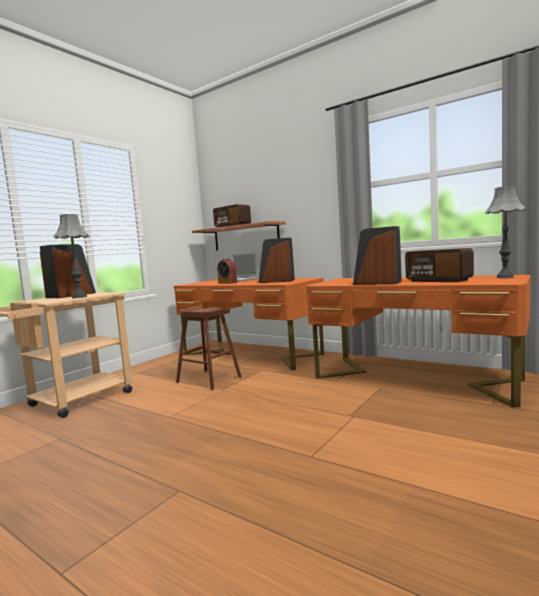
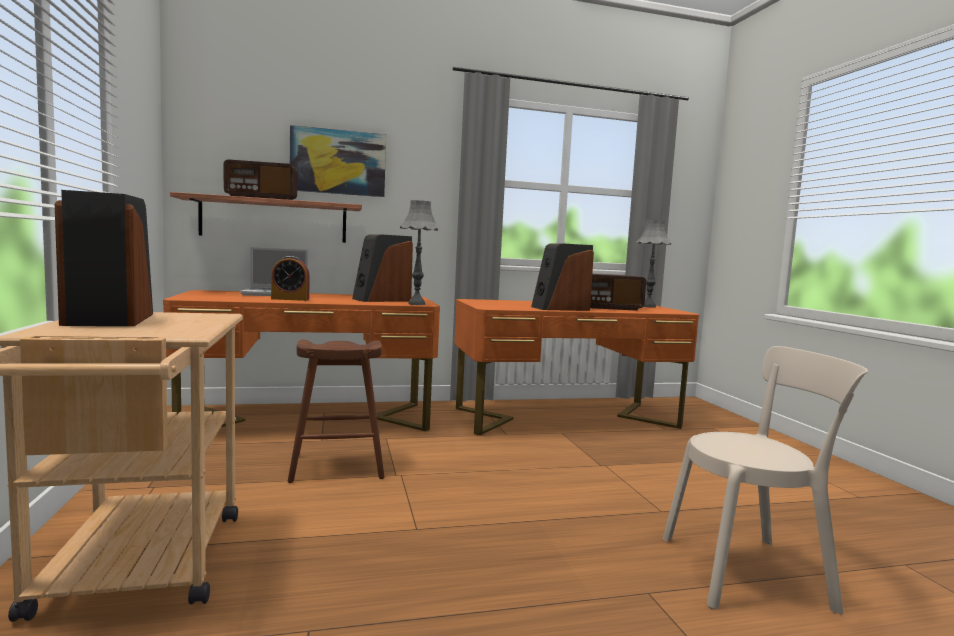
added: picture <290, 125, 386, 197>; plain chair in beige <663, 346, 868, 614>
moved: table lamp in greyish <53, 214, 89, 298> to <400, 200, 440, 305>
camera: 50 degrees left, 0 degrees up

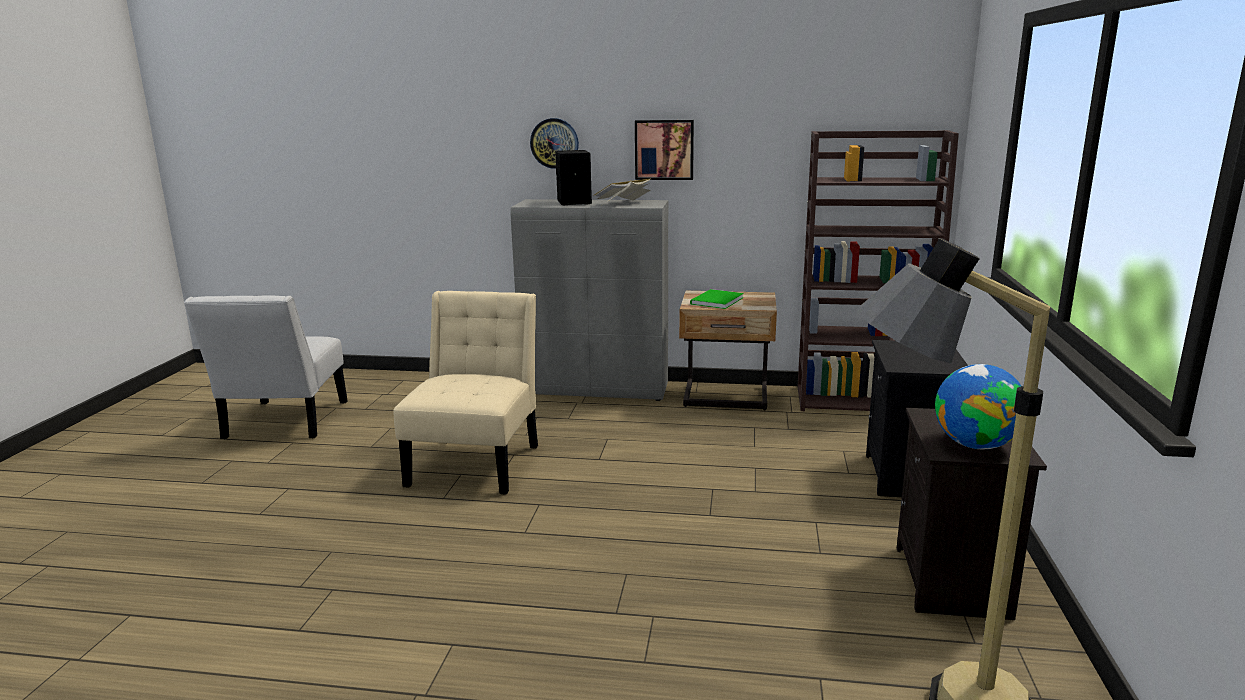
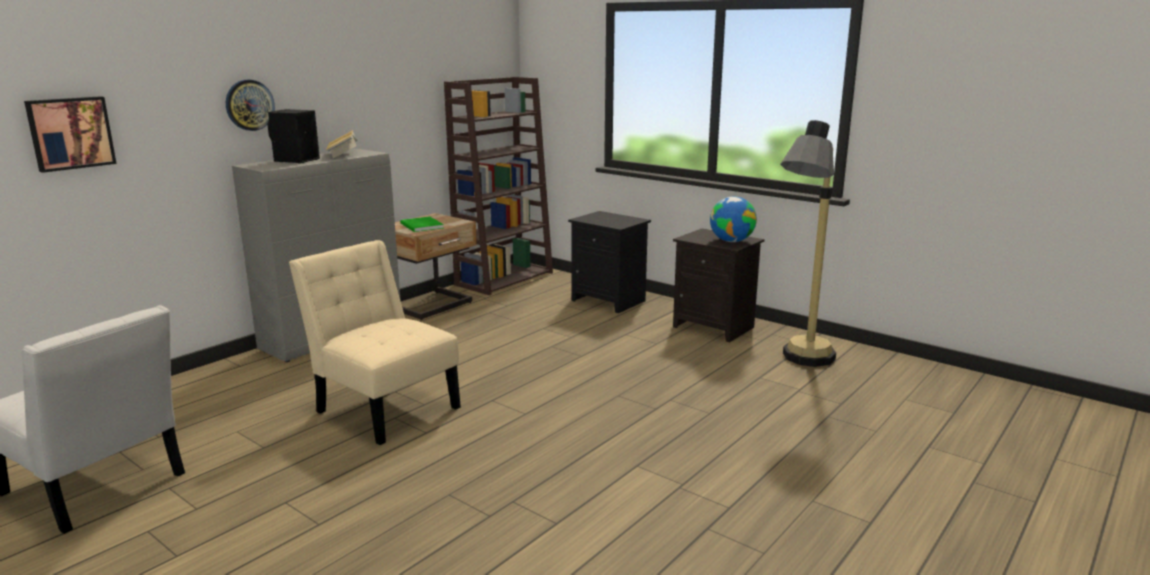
moved: picture <635, 120, 694, 180> to <24, 96, 117, 173>
camera: 60 degrees left, 0 degrees up

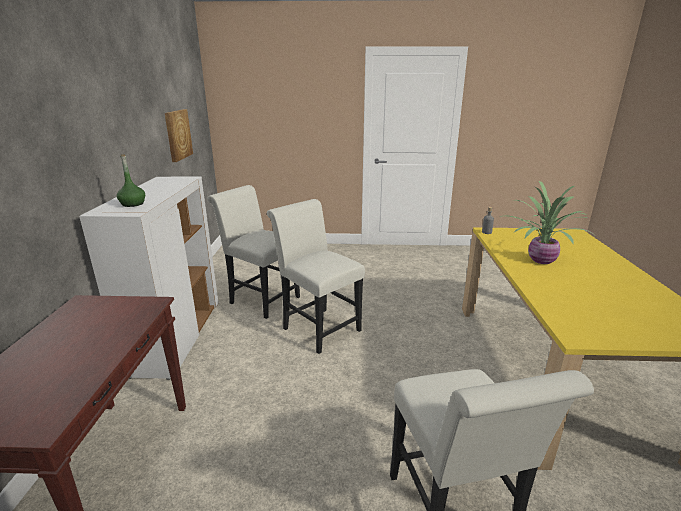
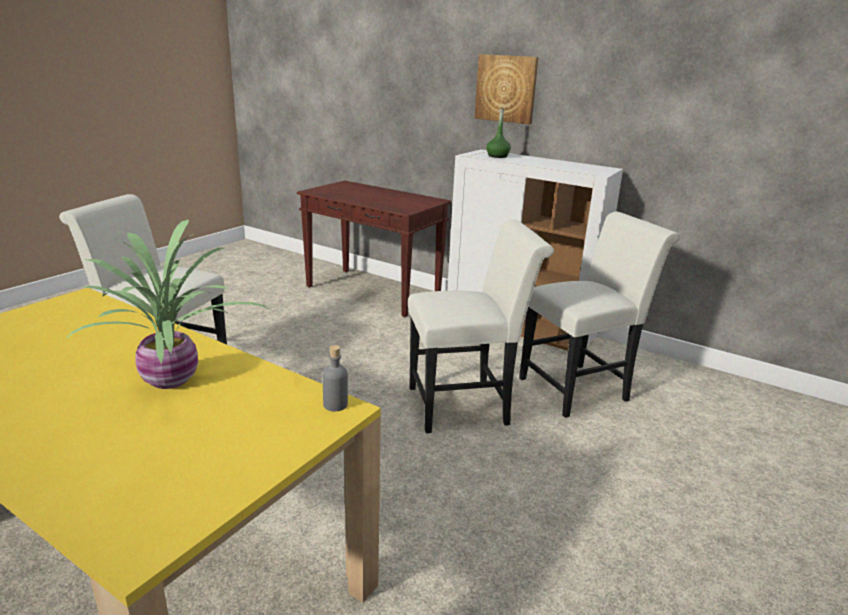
moved: picture <165, 109, 193, 162> to <475, 54, 539, 124>
camera: 120 degrees right, 0 degrees up

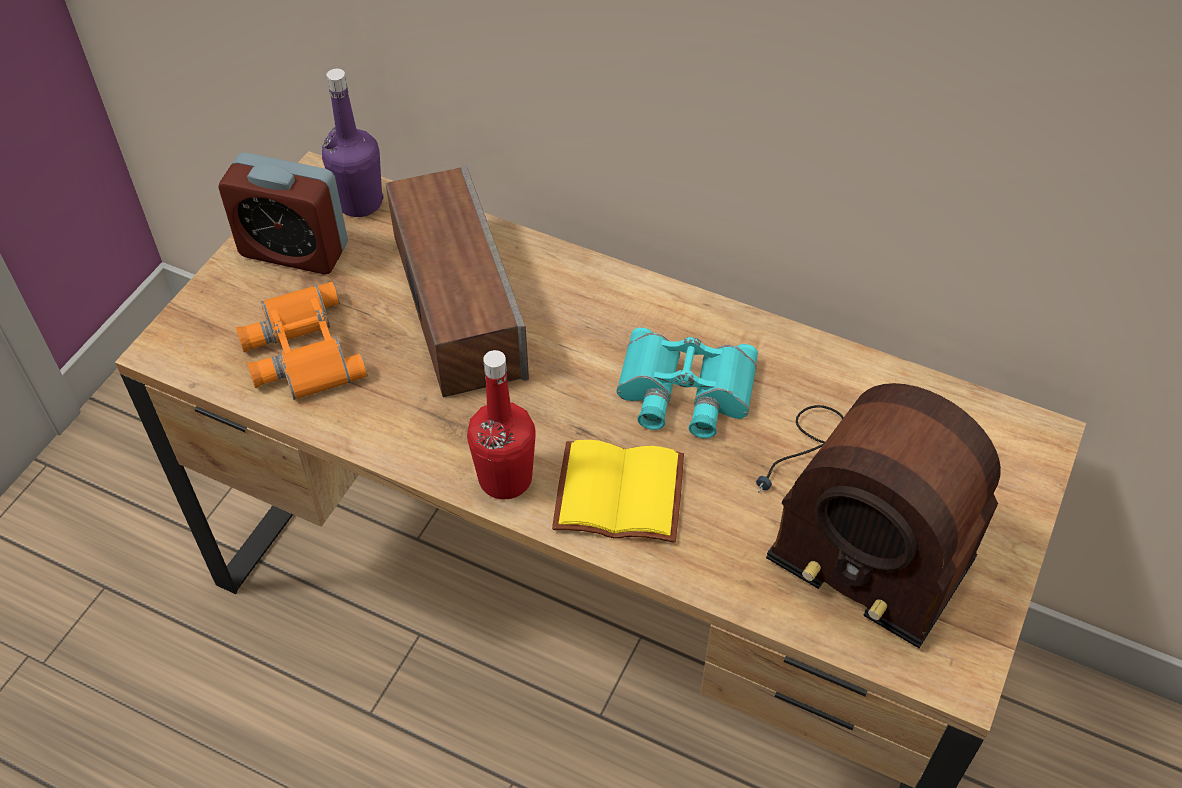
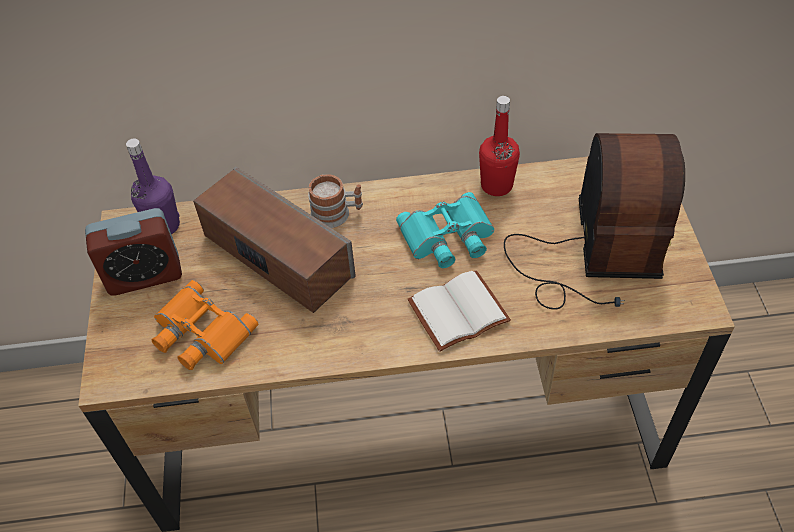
added: coffee mug <308, 174, 363, 228>
moved: bottle in red-coloured <467, 350, 536, 499> to <479, 96, 520, 196>
recoloured: book in yellowish <552, 440, 684, 543> to book in white-coloured <407, 270, 511, 352>
turned: radio set <756, 383, 1001, 648> = <504, 133, 685, 310> 90 degrees counterclockwise
camera: 30 degrees left, 0 degrees up

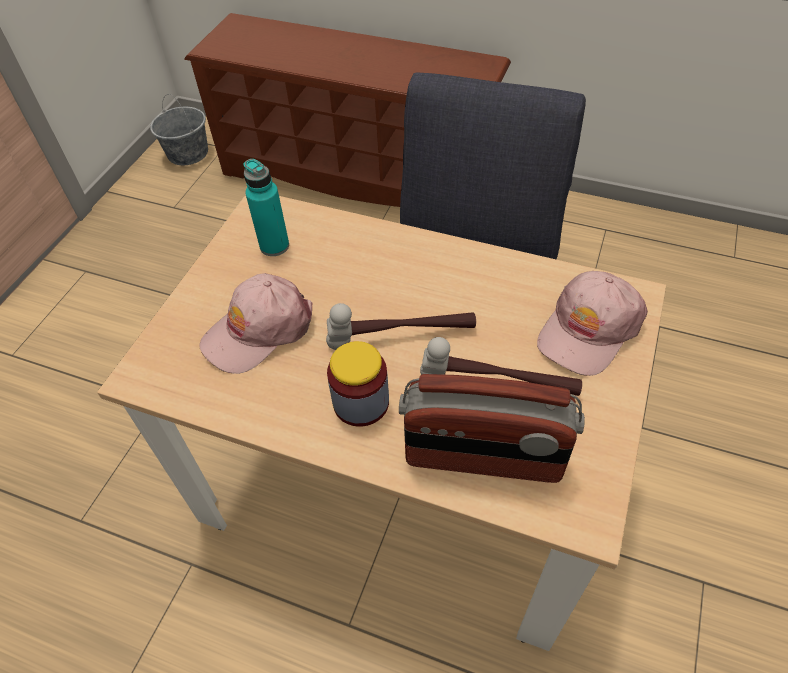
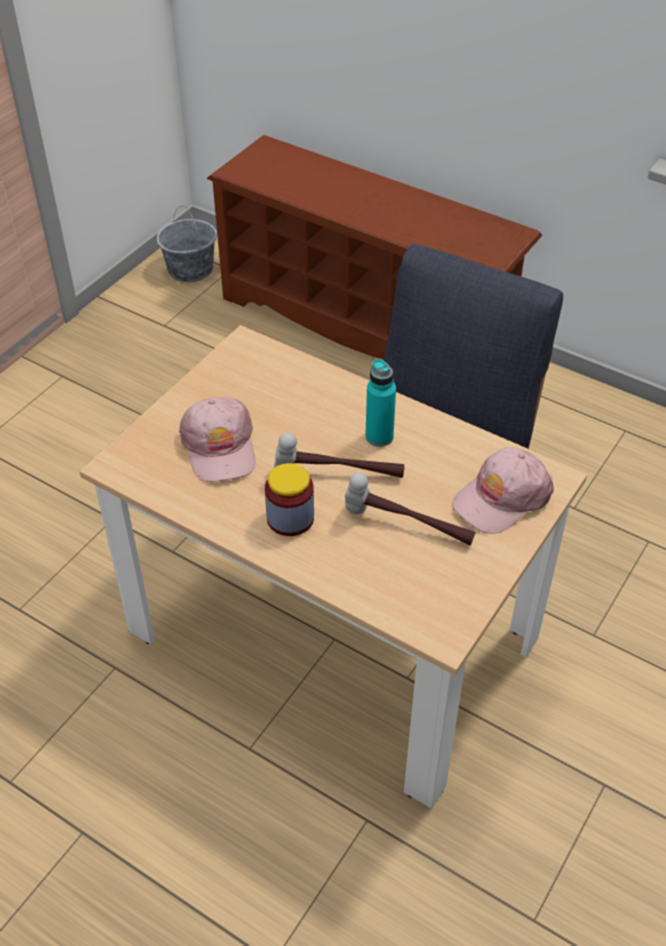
removed: radio set <399, 374, 585, 483>
moved: bottle in blue-green <244, 159, 289, 256> to <365, 359, 396, 447>
turned: baseball cap in pinkish <200, 273, 312, 374> = <179, 397, 255, 482> 75 degrees counterclockwise
camera: 10 degrees right, 5 degrees down

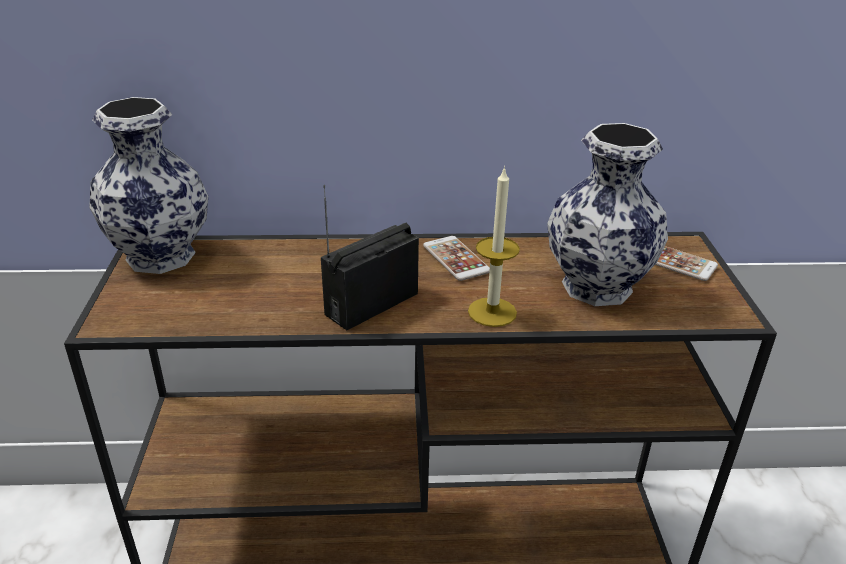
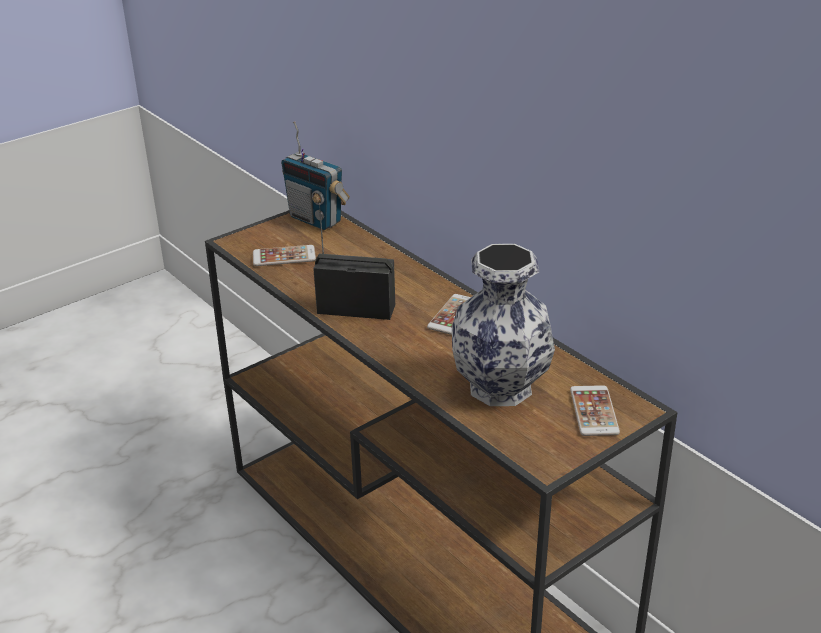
removed: candle <468, 166, 520, 327>
added: phone <253, 245, 316, 266>
replaced: vase <89, 97, 208, 274> to radio set <281, 121, 350, 230>
camera: 55 degrees right, 0 degrees up

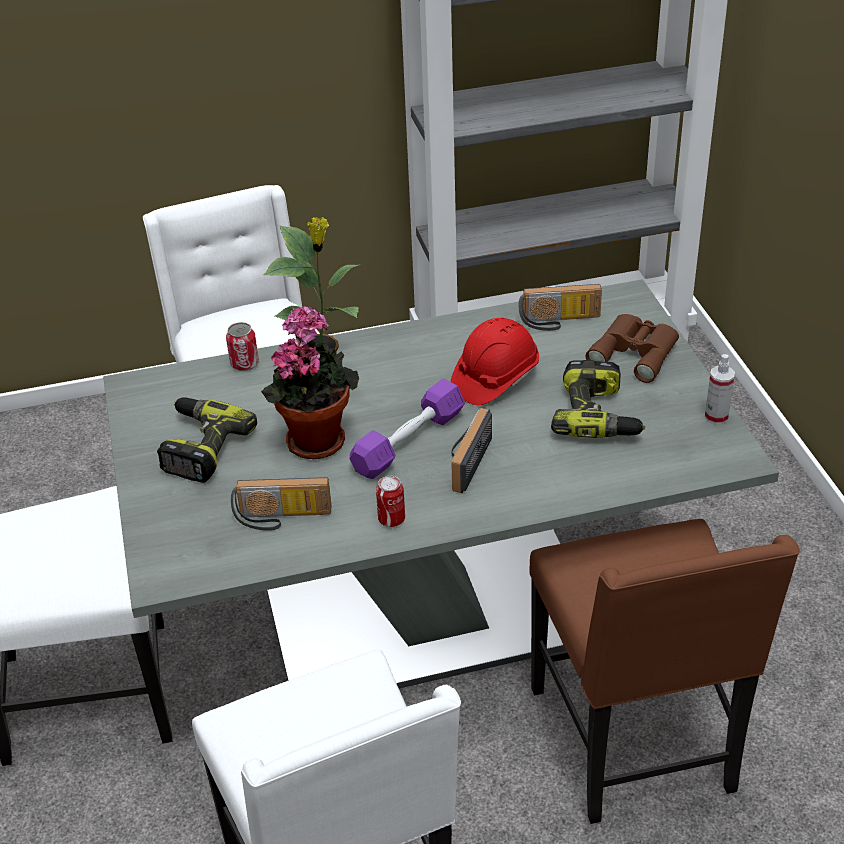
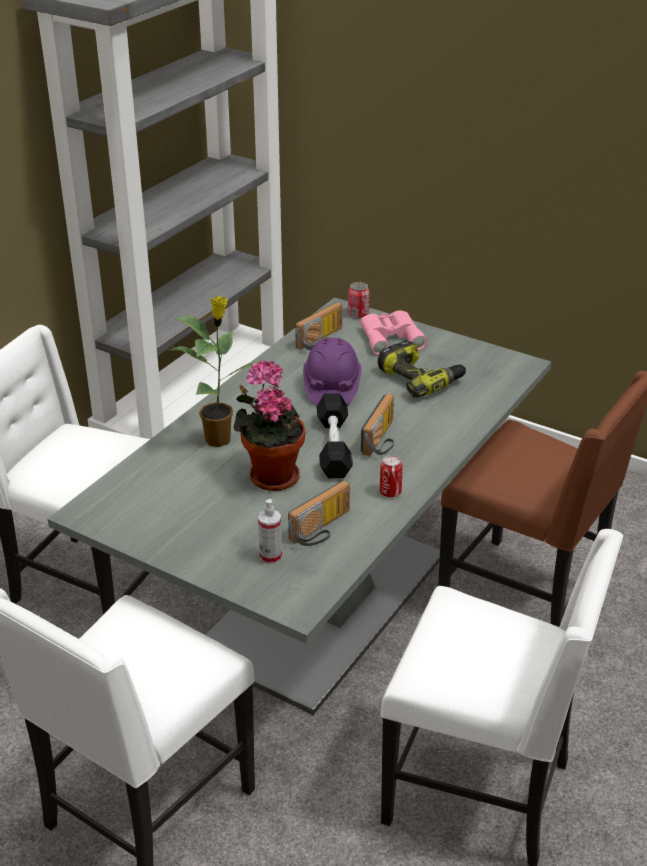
removed: drill <157, 397, 257, 483>
moved: sprayer <704, 354, 735, 425> to <258, 499, 282, 564>; can <226, 322, 259, 371> to <348, 282, 370, 319>
recoloured: safety helmet in red-coloured <450, 318, 539, 405> to safety helmet in purple-coloured <303, 338, 361, 406>; free weight in purple-coloured <350, 379, 465, 479> to free weight in blackish <317, 393, 353, 478>; pair of binoculars in brownish <586, 314, 679, 383> to pair of binoculars in pinkish <360, 310, 427, 355>
turned: radio set <451, 408, 492, 493> = <361, 393, 394, 456> 135 degrees counterclockwise
camera: 45 degrees left, 5 degrees down

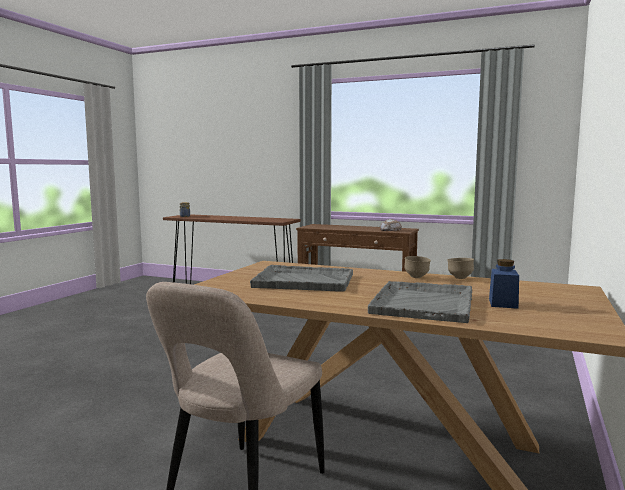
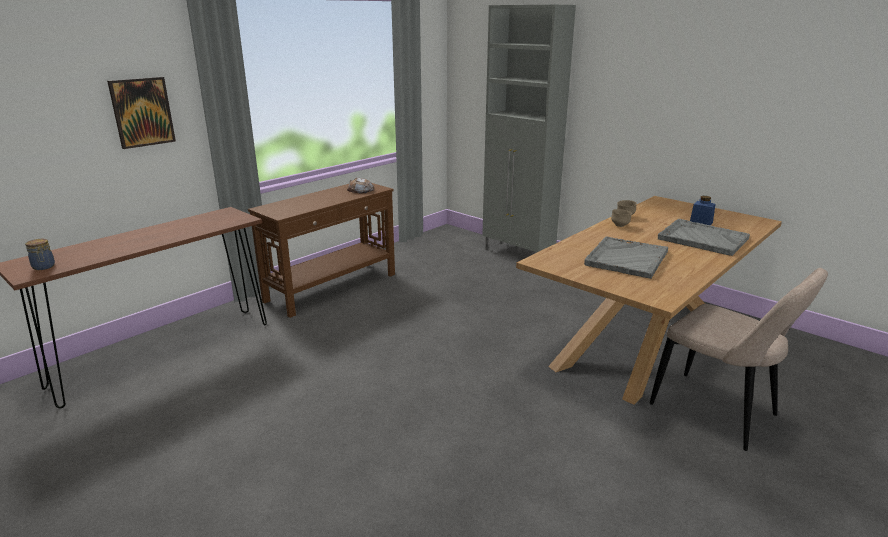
added: picture <107, 77, 176, 149>; storage cabinet in greyish <482, 5, 576, 253>
camera: 70 degrees left, 15 degrees up

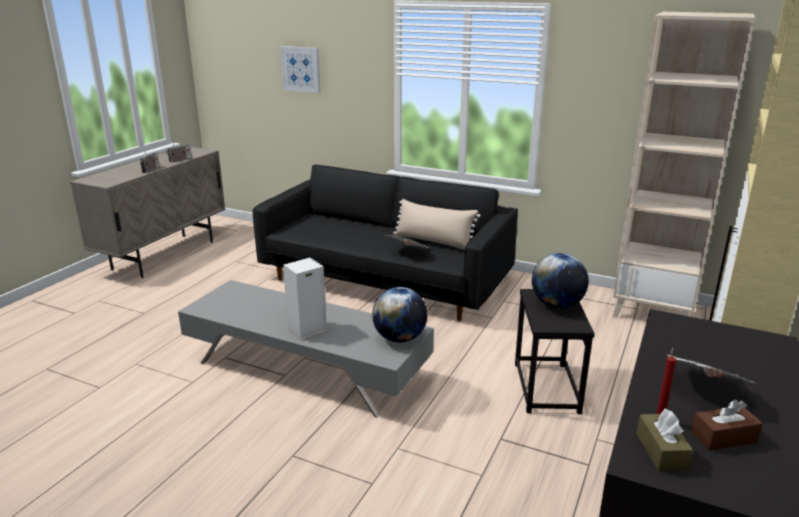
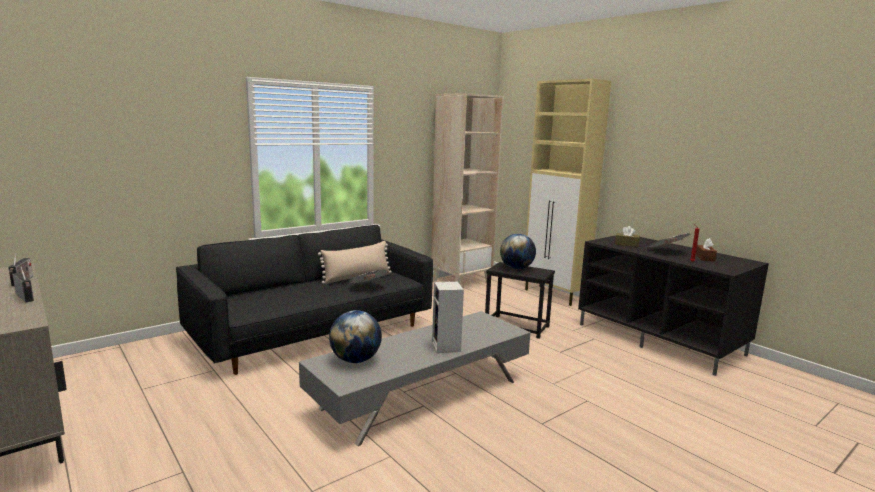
removed: picture <280, 46, 320, 93>
moved: globe <372, 287, 427, 343> to <329, 310, 382, 363>; tissue box in brownish <636, 408, 693, 471> to <615, 226, 640, 247>
camera: 65 degrees left, 10 degrees down

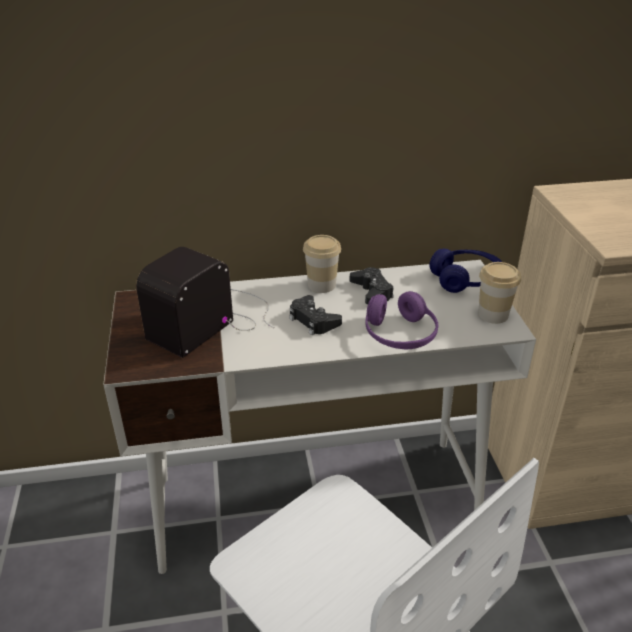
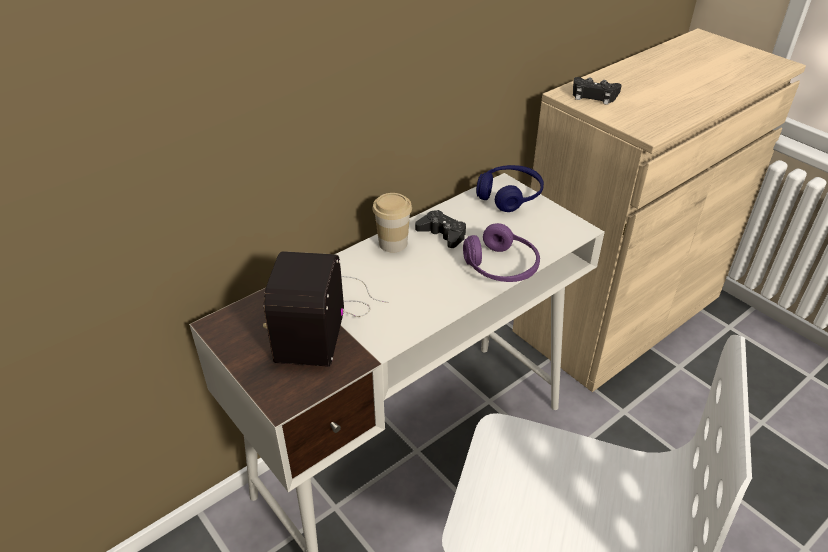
removed: cup <478, 262, 521, 324>
moved: joypad in blackish <289, 295, 342, 335> to <573, 77, 622, 105>
camera: 30 degrees left, 5 degrees up

